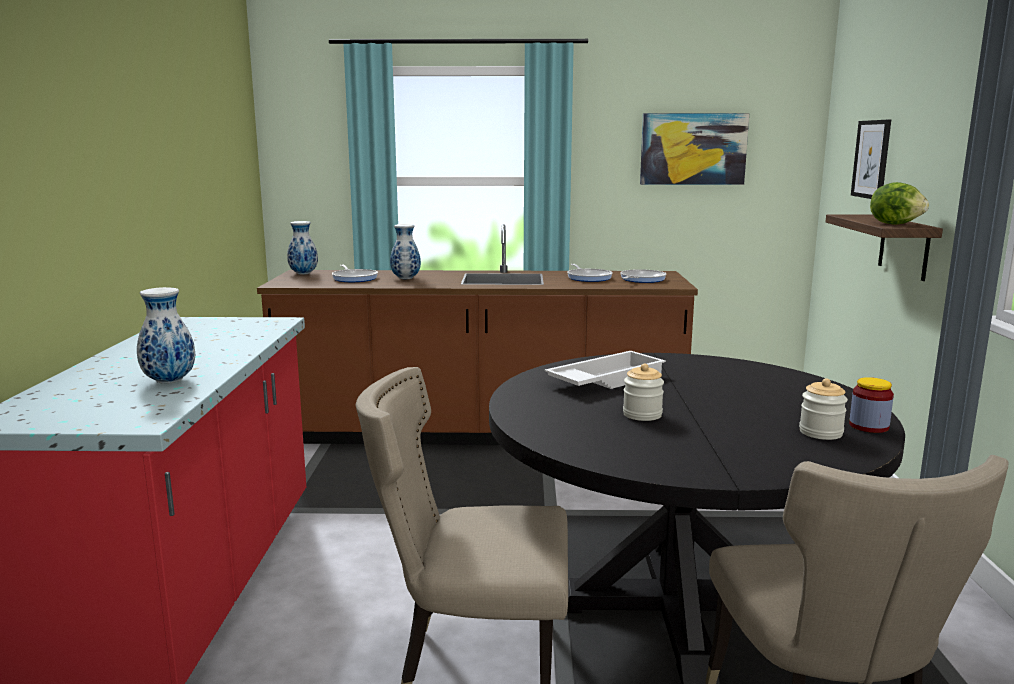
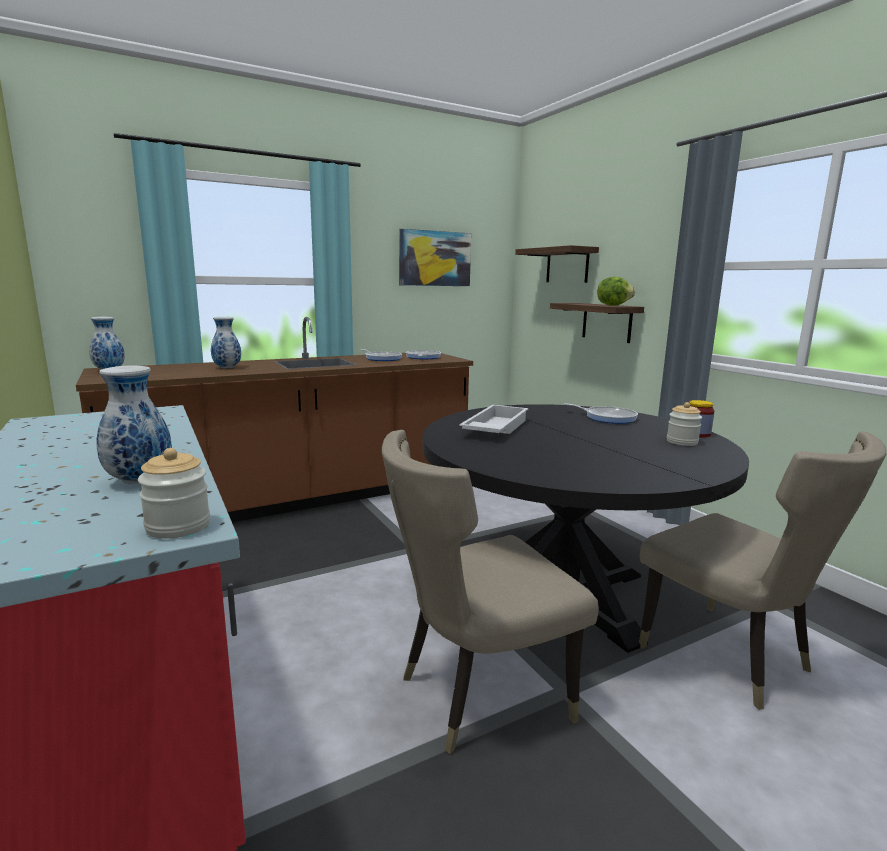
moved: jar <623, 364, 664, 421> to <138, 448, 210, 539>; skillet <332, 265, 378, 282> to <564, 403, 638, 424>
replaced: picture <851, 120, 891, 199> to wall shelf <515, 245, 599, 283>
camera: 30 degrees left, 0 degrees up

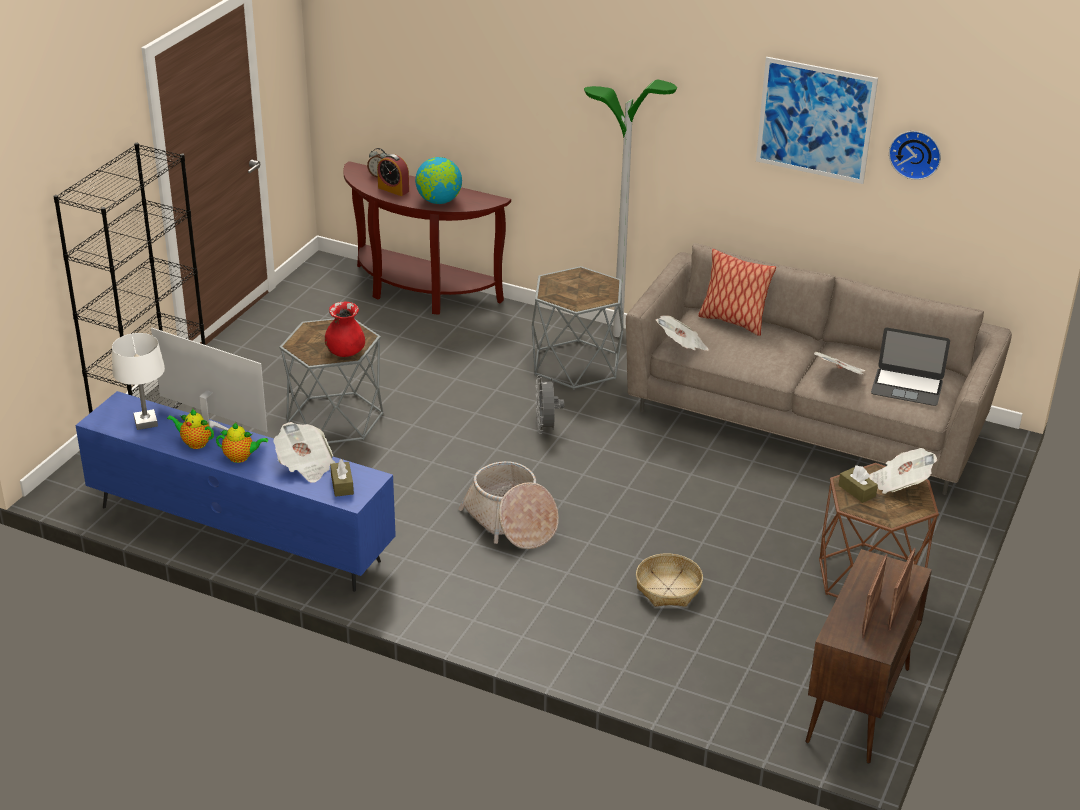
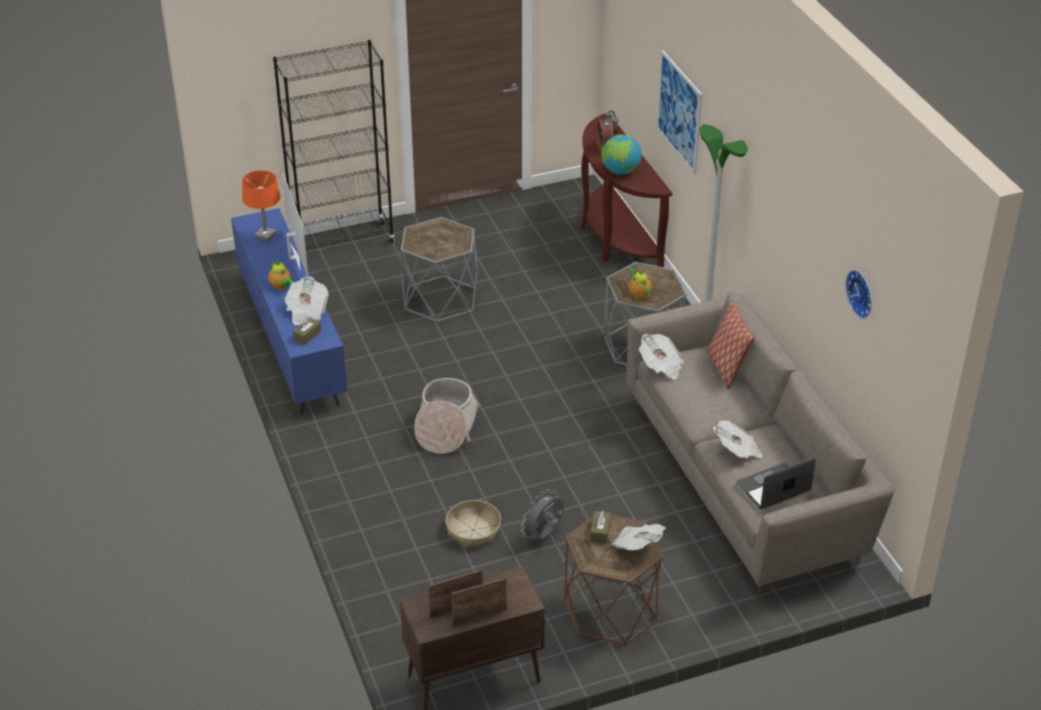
removed: vase in red-coloured <325, 302, 365, 357>
moved: electric fan in greyish <536, 375, 564, 434> to <521, 489, 564, 541>; pot for tea <167, 409, 214, 449> to <629, 267, 651, 300>; picture <756, 57, 878, 184> to <656, 50, 702, 175>
recoloured: table lamp in white-coloured <112, 333, 165, 430> to table lamp in orange <242, 170, 281, 242>
turned: portable computer <871, 328, 950, 406> = <736, 457, 816, 509> 90 degrees clockwise
camera: 45 degrees right, 5 degrees up

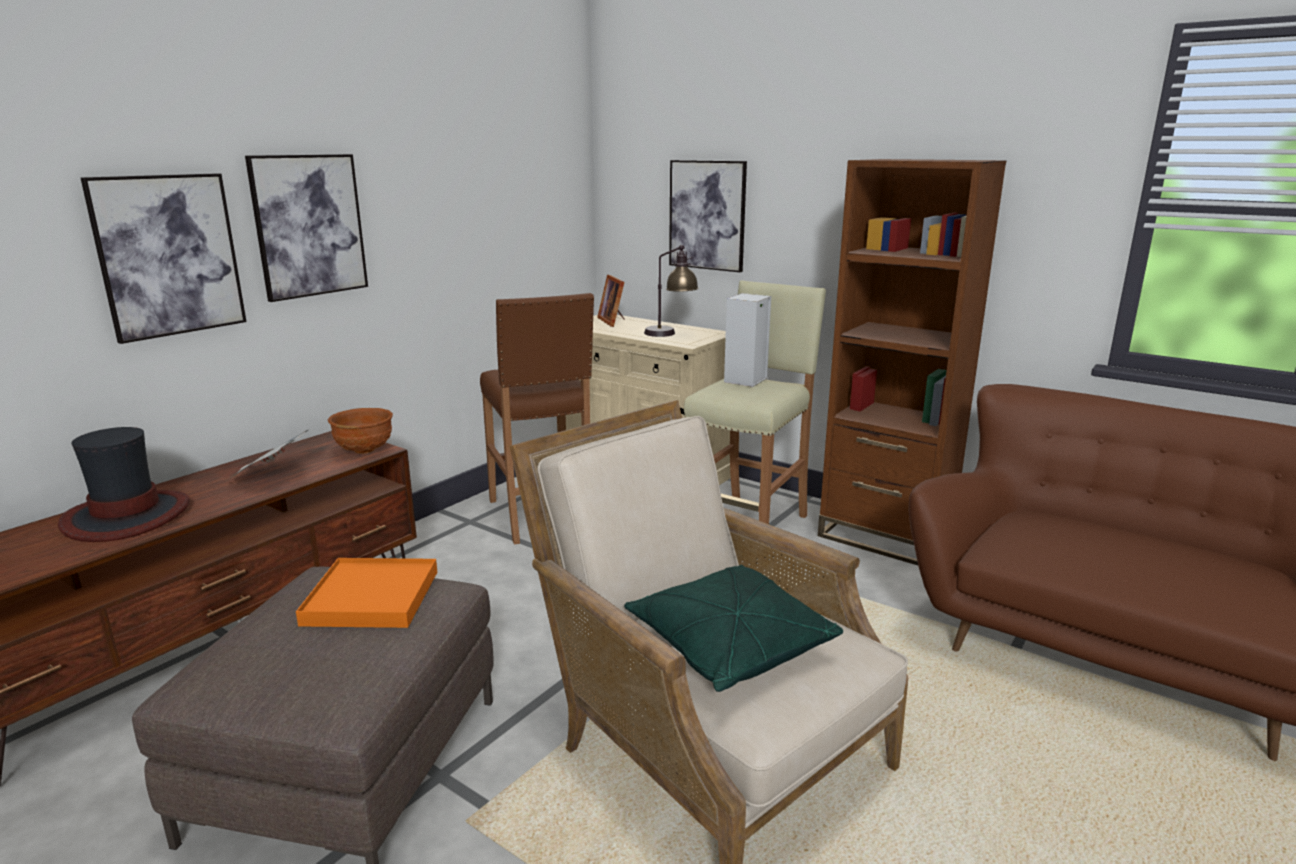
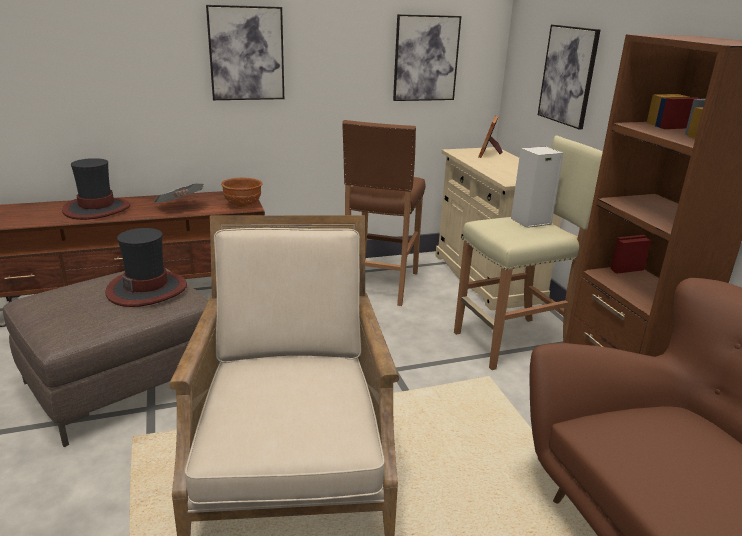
removed: throw pillow in greenish <624, 565, 843, 692>; table lamp <644, 245, 699, 337>
moved: picture <81, 173, 246, 344> to <393, 14, 461, 101>
replaced: tray in orange <296, 558, 437, 628> to wearable hat <105, 228, 187, 307>
camera: 35 degrees right, 5 degrees up

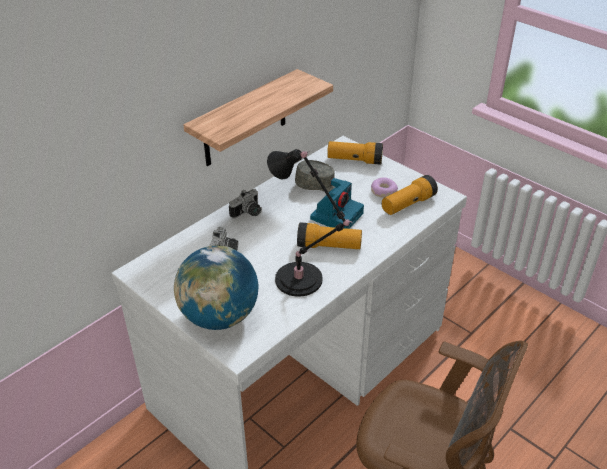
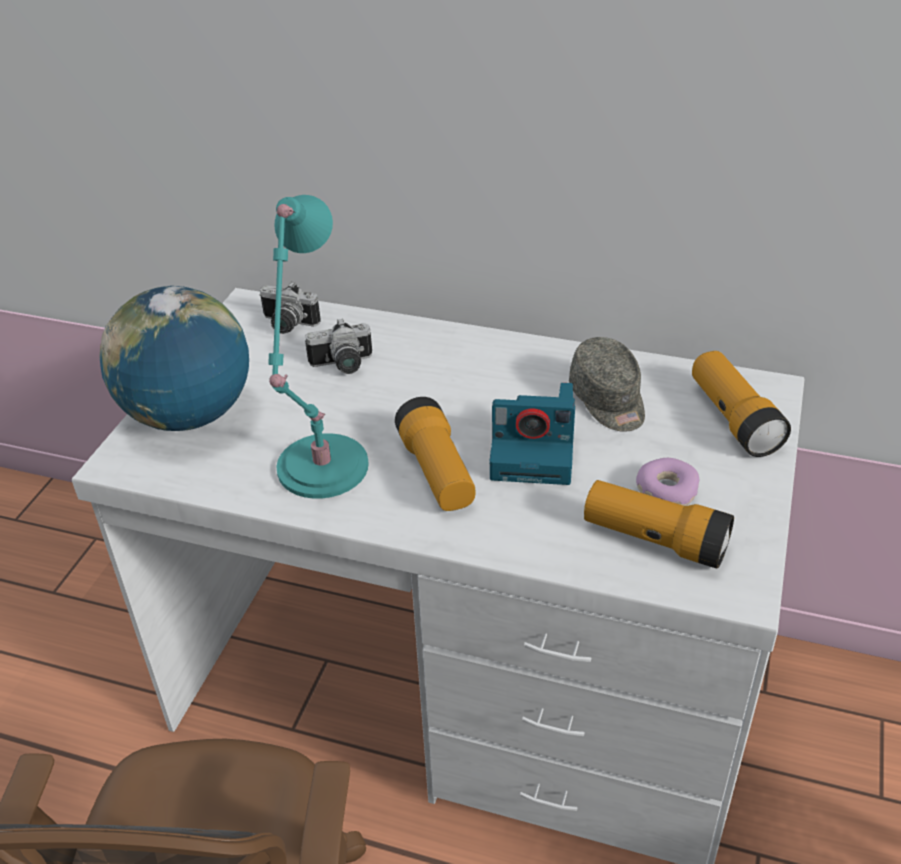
removed: wall shelf <183, 69, 333, 166>
moved: photo camera <229, 189, 261, 219> to <260, 281, 321, 334>
recoloured: table lamp in blackish <267, 149, 352, 297> to table lamp in blue-green <268, 195, 369, 499>
camera: 65 degrees right, 0 degrees up

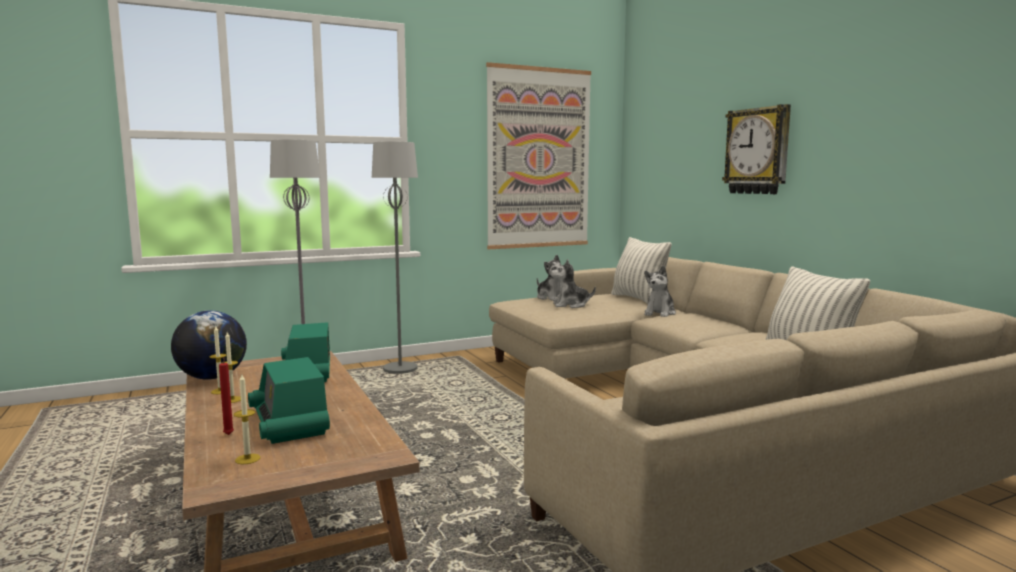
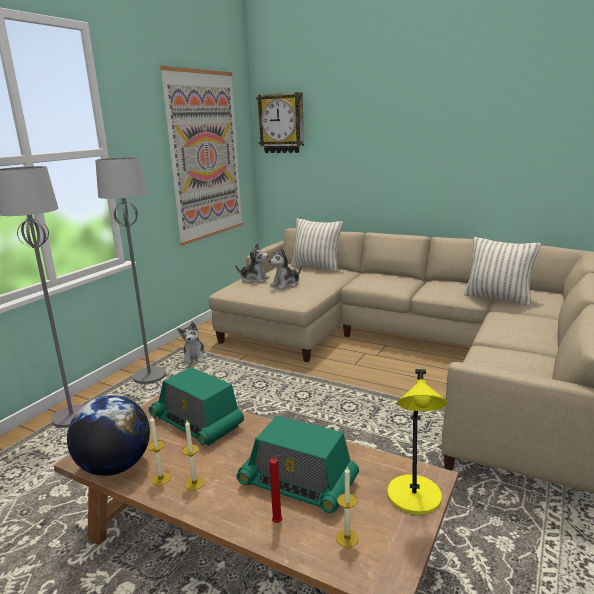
added: table lamp in yellowish <387, 369, 448, 515>
moved: soft toy <644, 266, 676, 317> to <177, 322, 208, 364>; clock on the wall <722, 104, 791, 194> to <256, 92, 304, 153>
camera: 35 degrees left, 10 degrees up

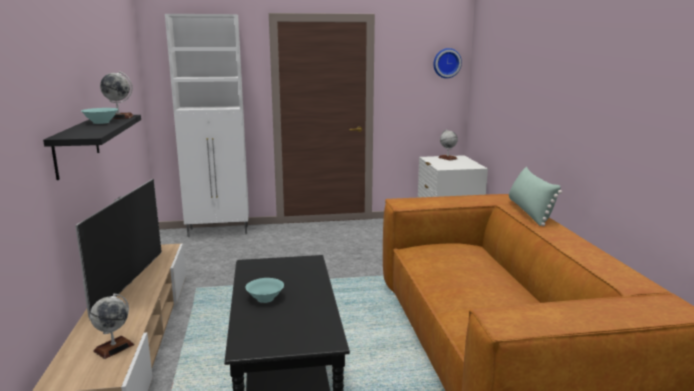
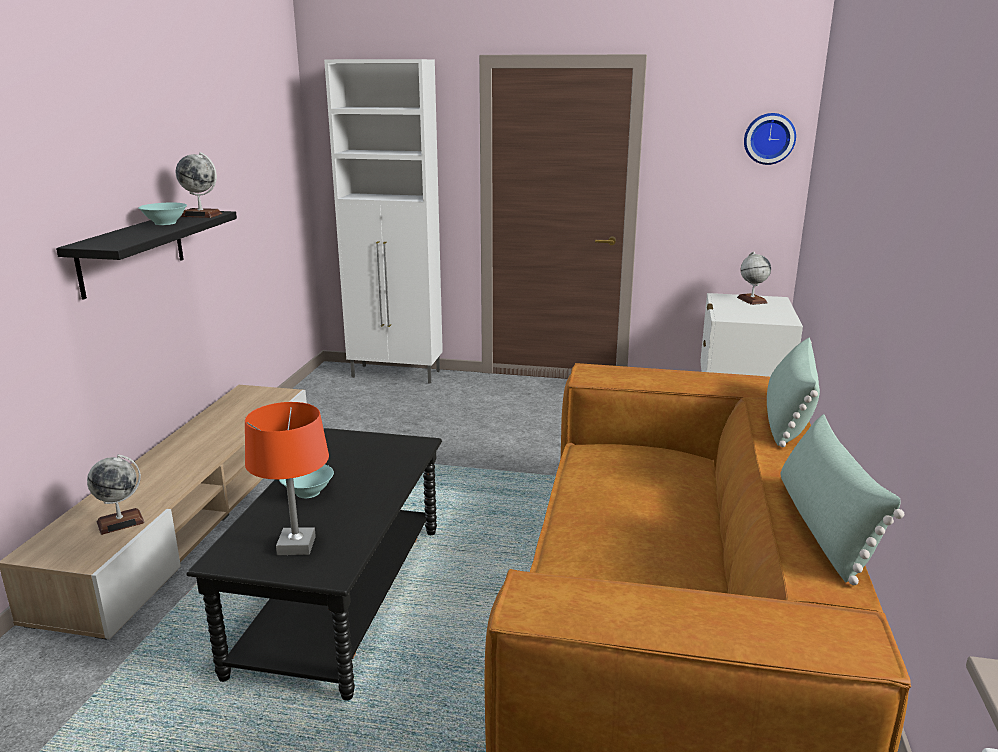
removed: TV set <75, 179, 162, 321>
added: table lamp in orange <245, 402, 329, 555>; throw pillow in greenish <781, 414, 904, 585>
camera: 20 degrees right, 5 degrees up

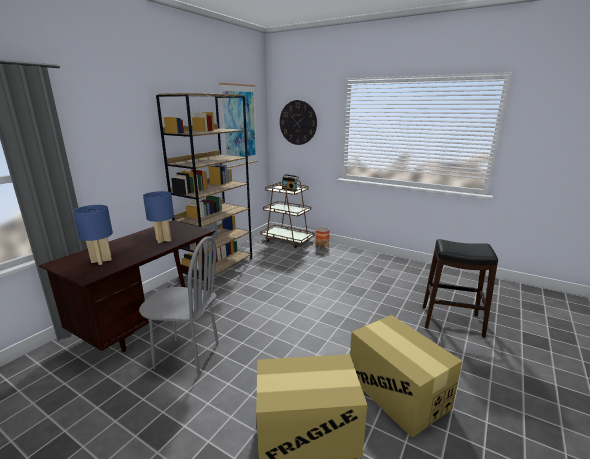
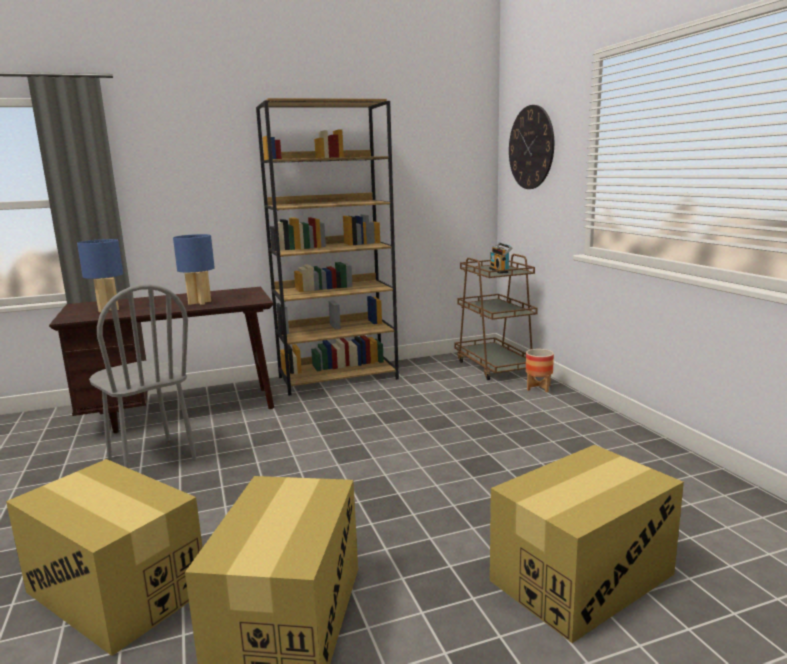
removed: picture <219, 83, 258, 169>
replaced: stool in blackish <423, 239, 498, 338> to packing box <490, 445, 684, 643>
camera: 40 degrees right, 5 degrees down

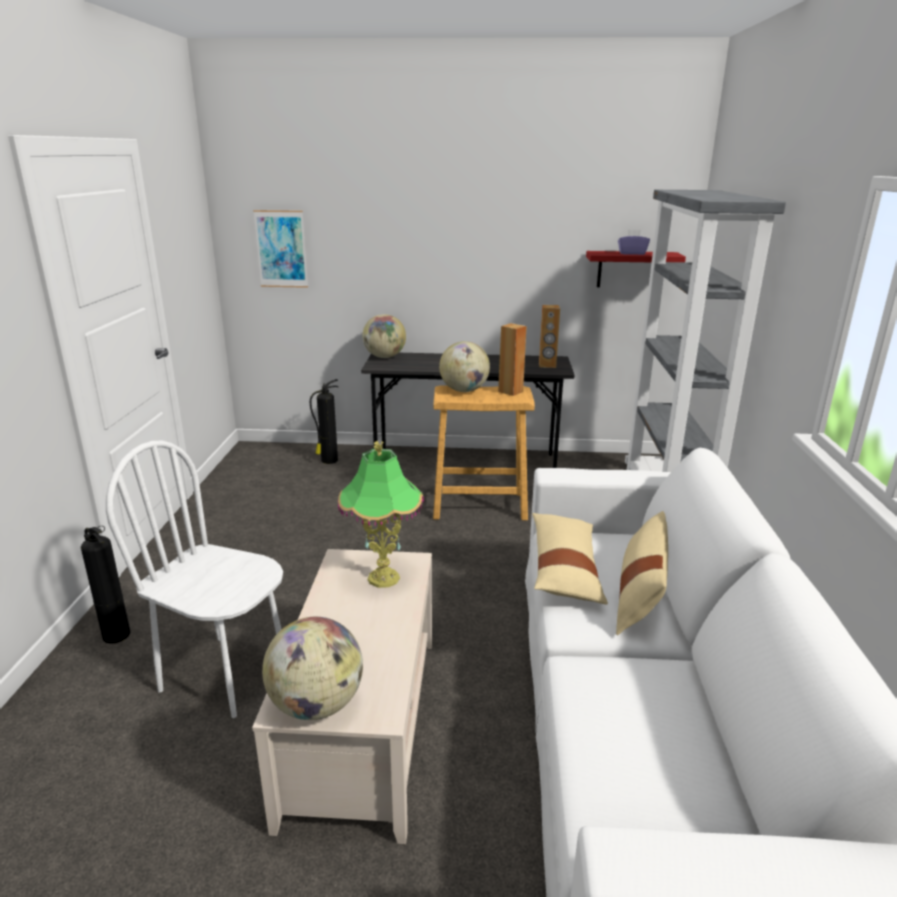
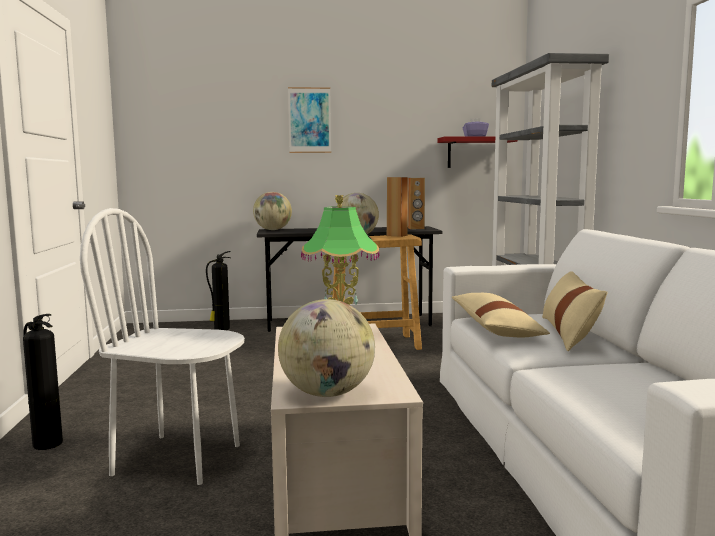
moved: picture <253, 210, 308, 288> to <288, 87, 331, 153>
camera: 10 degrees left, 15 degrees down

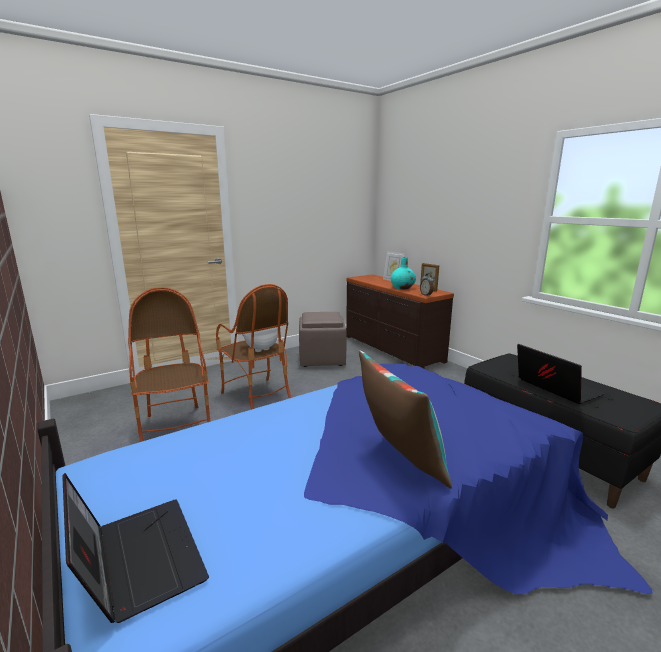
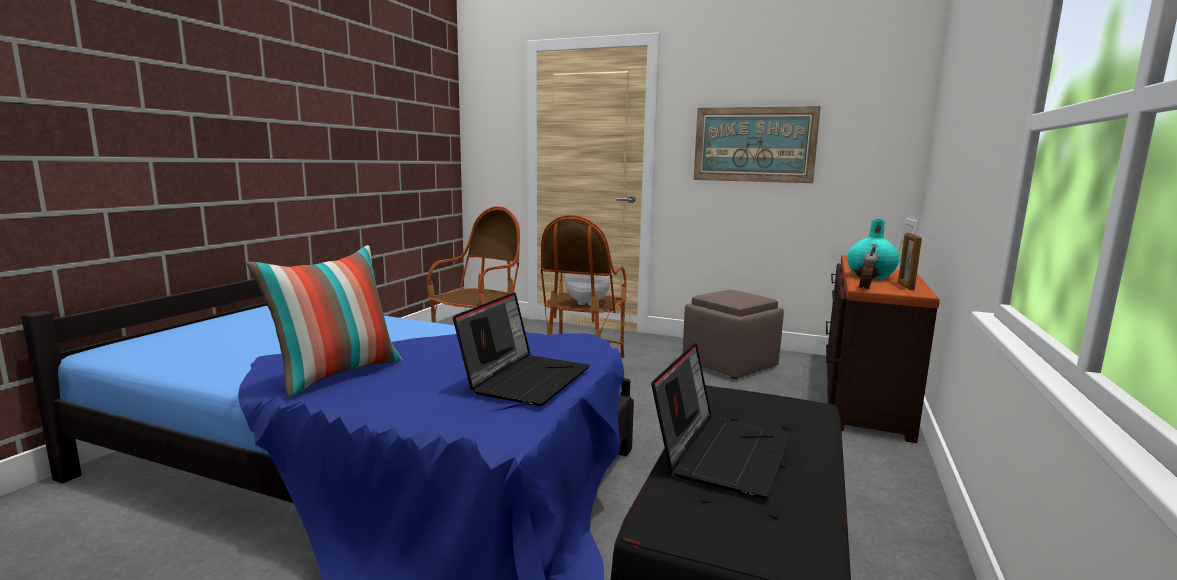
added: picture <694, 106, 821, 183>
moved: portable computer <62, 473, 209, 623> to <453, 292, 590, 406>
camera: 55 degrees right, 5 degrees down

